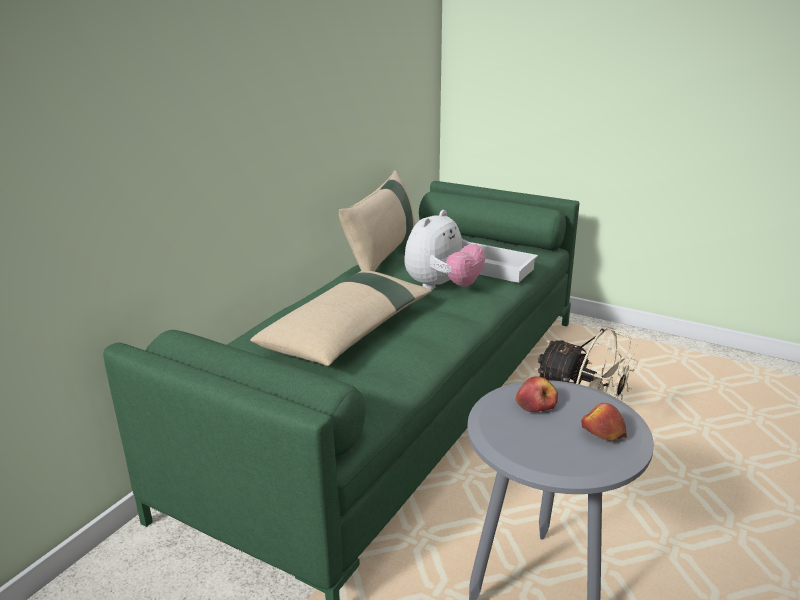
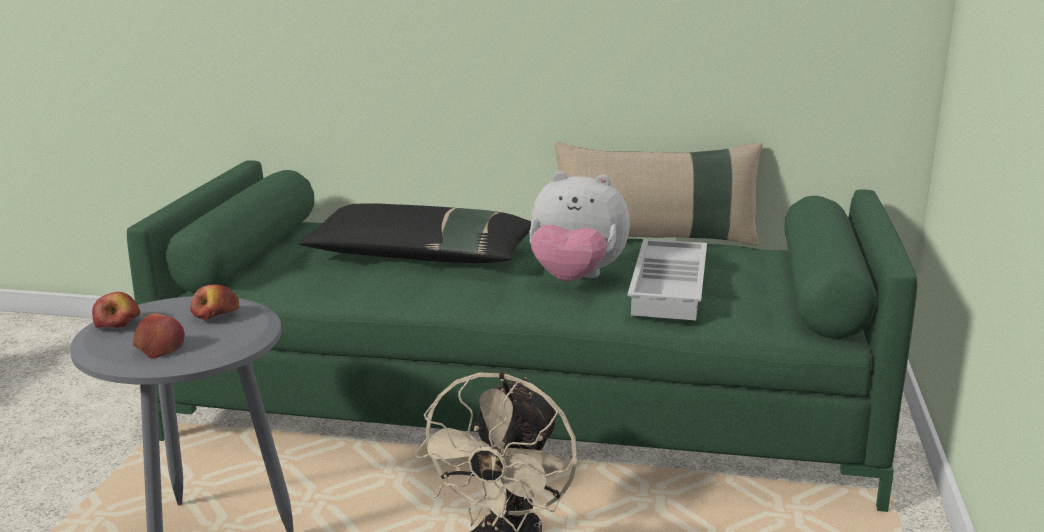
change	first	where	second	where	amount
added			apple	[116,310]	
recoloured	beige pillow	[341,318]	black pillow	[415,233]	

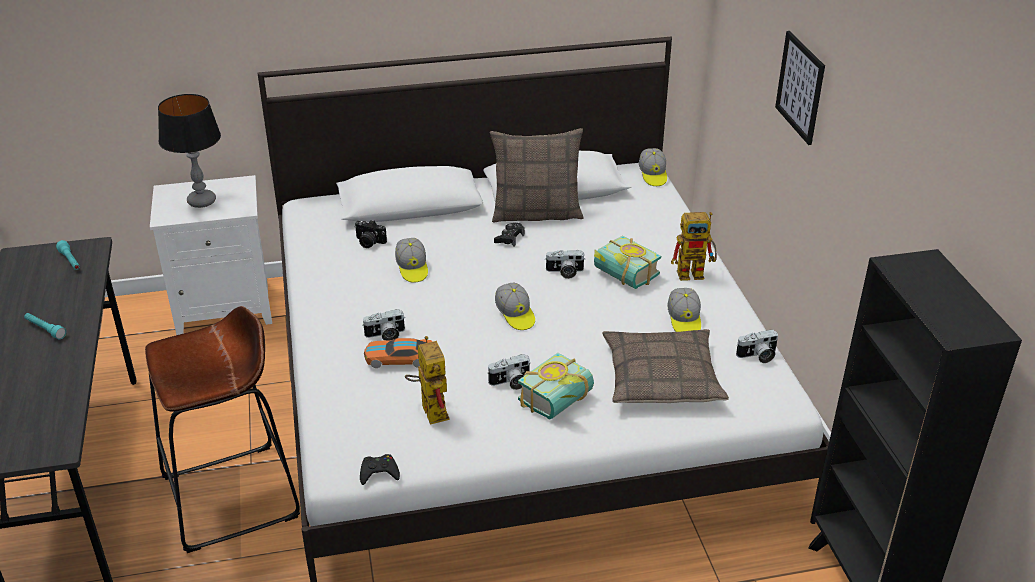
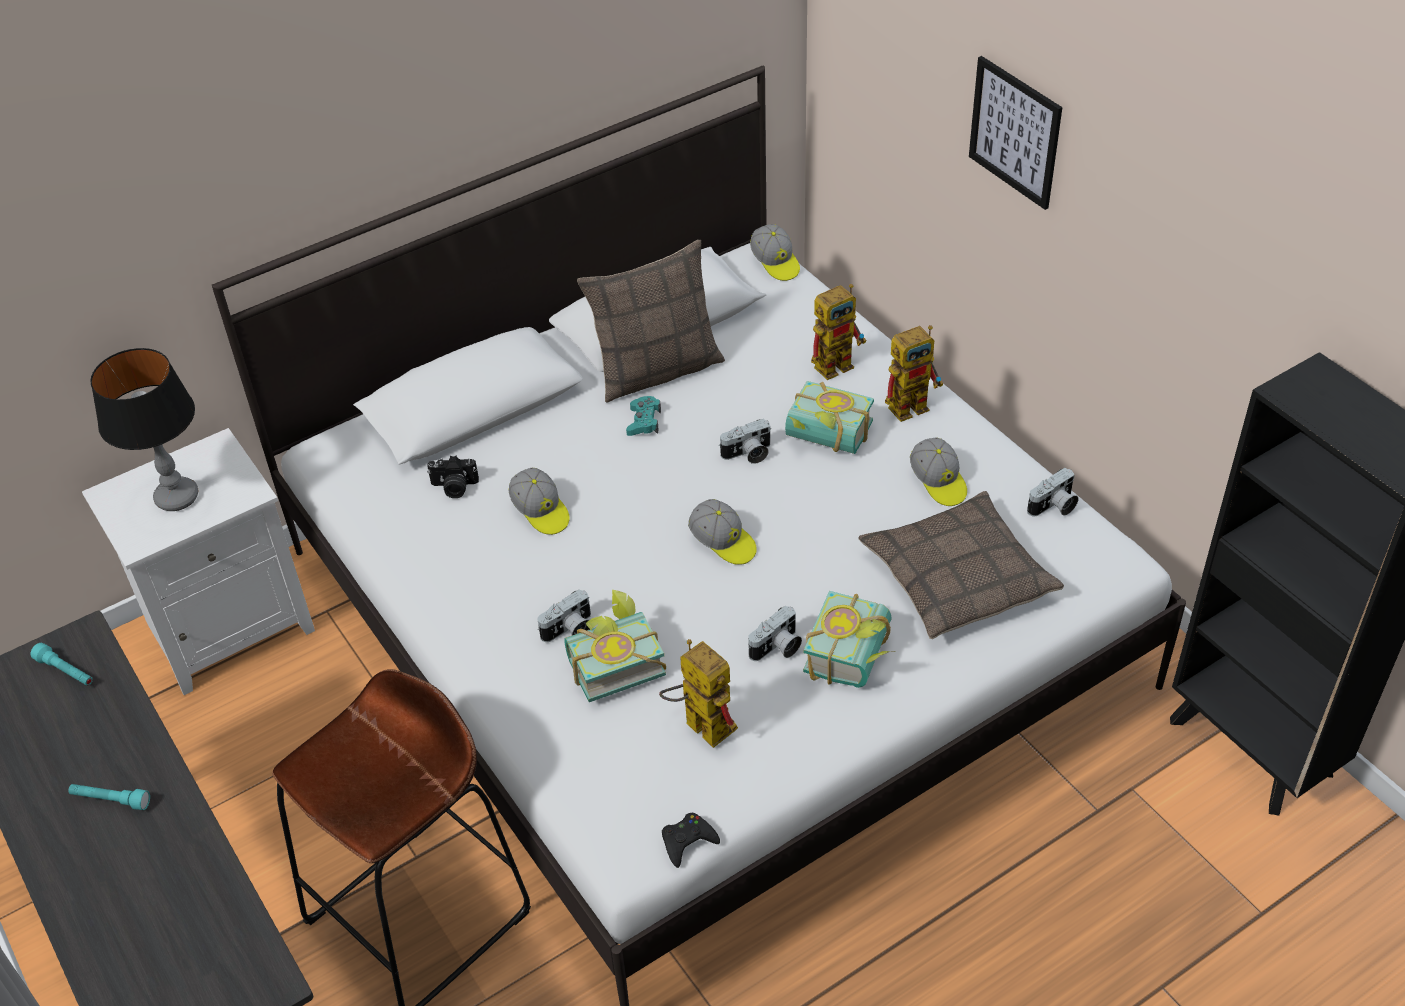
change	first	where	second	where	amount
added			toy robot	[838,332]	
replaced	toy car	[398,353]	book	[615,646]	
recoloured	black game controller	[509,234]	turquoise game controller	[643,416]	

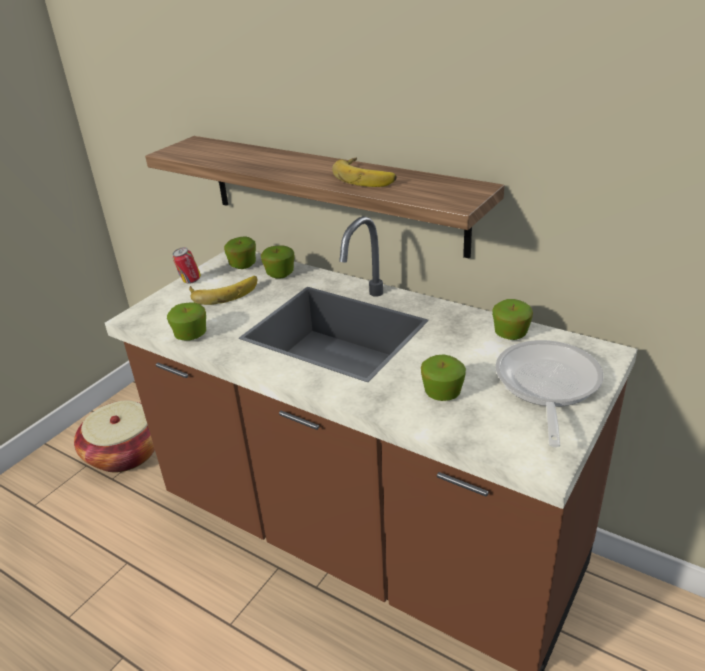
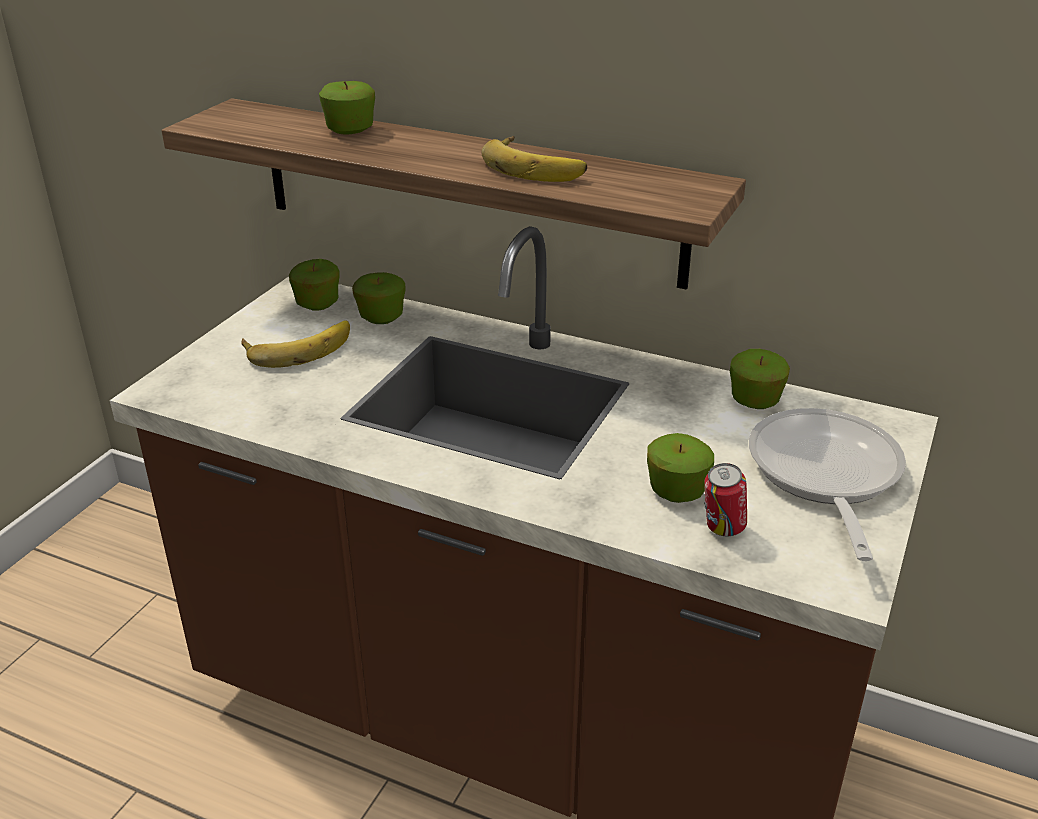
change	first	where	second	where	amount
removed	basket	[114,436]			
moved	apple	[186,321]		[347,108]	
moved	can	[187,265]		[725,499]	

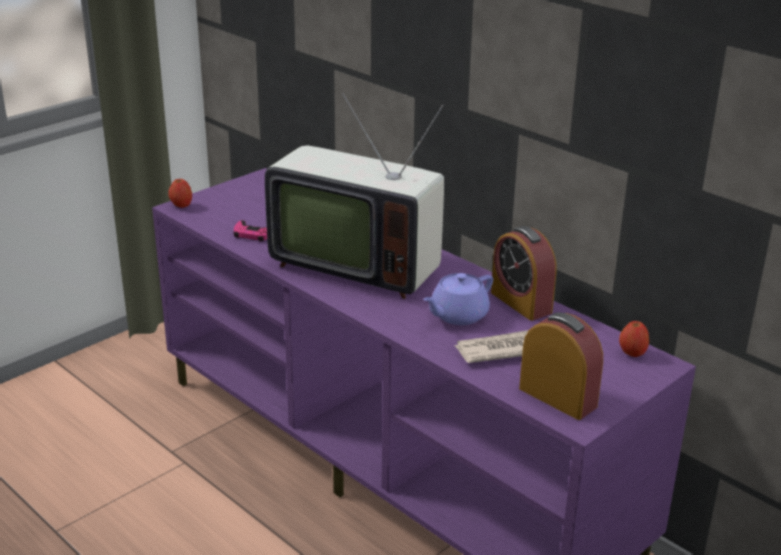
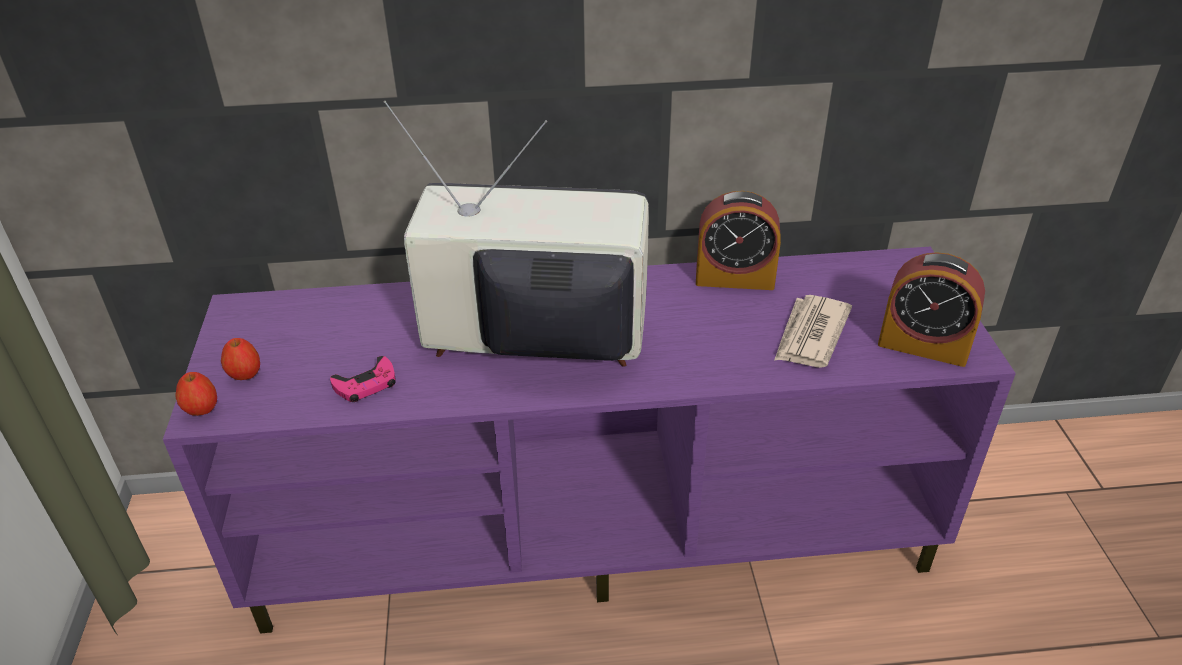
change	first	where	second	where	amount
removed	purple teapot	[458,299]			
moved	apple	[634,339]		[240,359]	
turned	television	[354,196]		[516,234]	150 degrees counterclockwise
turned	alarm clock	[561,366]		[931,309]	150 degrees counterclockwise

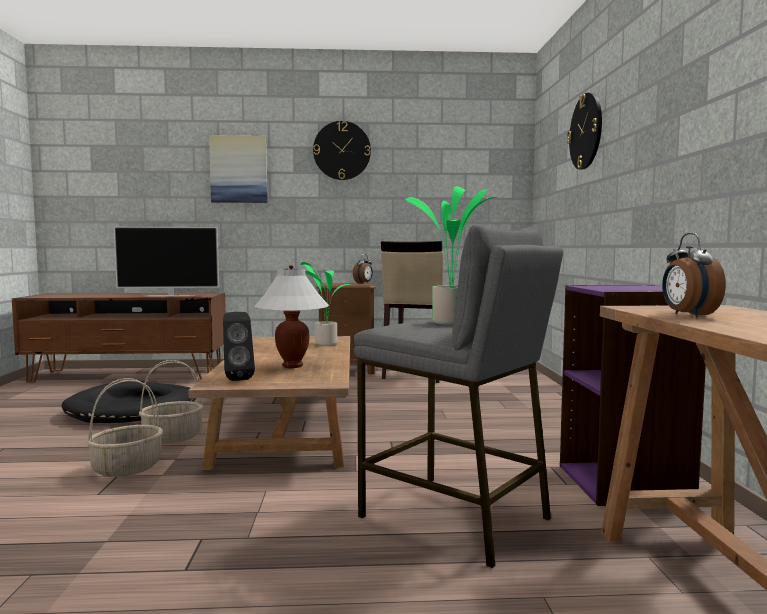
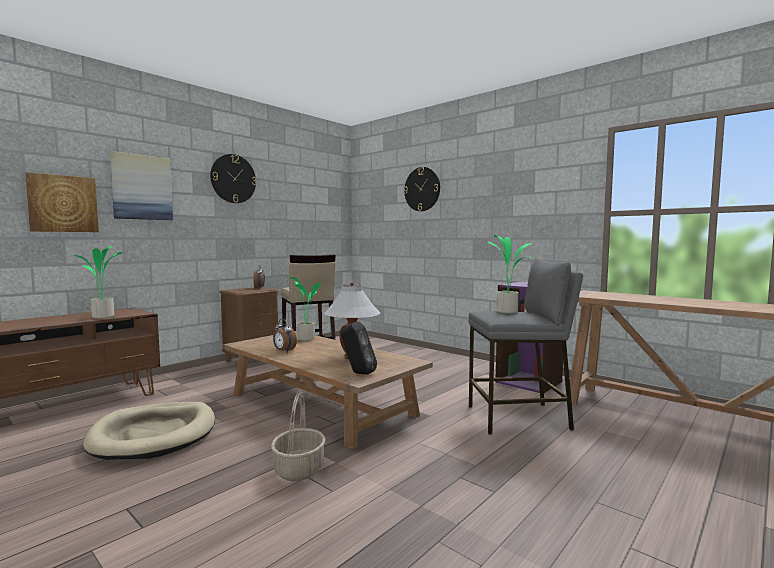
change	first	where	second	where	amount
removed	basket	[171,402]			
added			picture	[62,202]	
moved	alarm clock	[694,275]		[285,336]	
replaced	television	[166,262]	potted plant	[98,282]	
recoloured	black dog bed	[129,402]	beige dog bed	[149,431]	

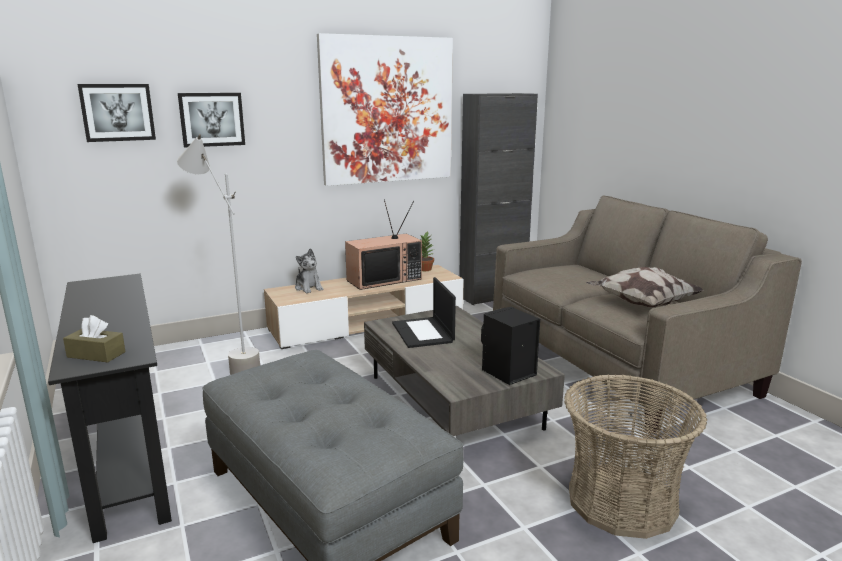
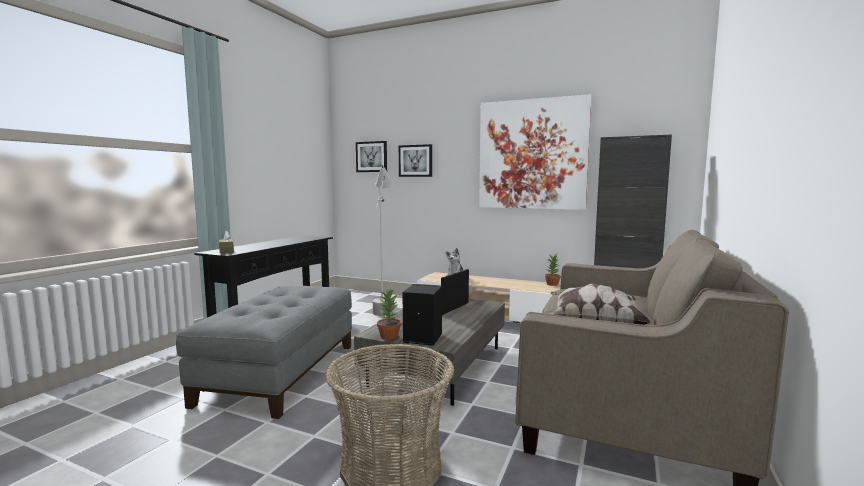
change	first	where	second	where	amount
removed	television	[383,244]			
added			potted plant	[389,313]	

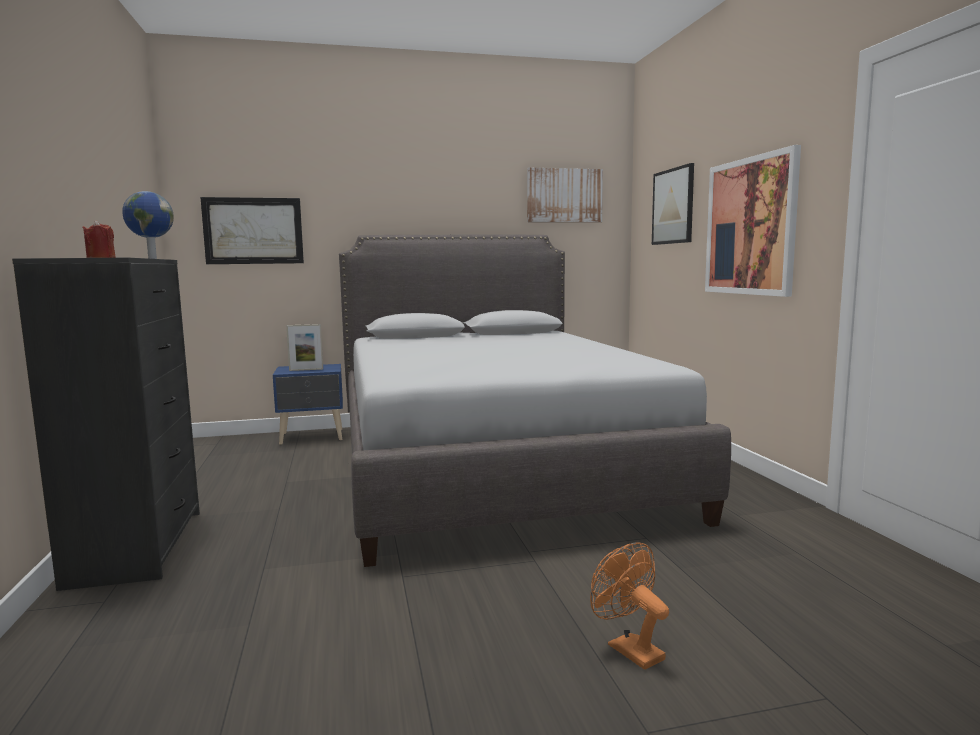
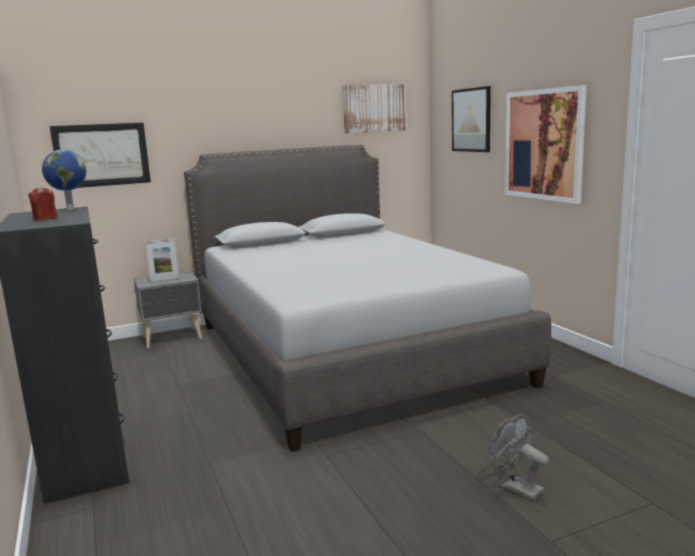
change	first	where	second	where	amount
recoloured	blue nightstand	[308,404]	grey nightstand	[168,310]	
recoloured	orange fan	[629,606]	grey fan	[519,457]	

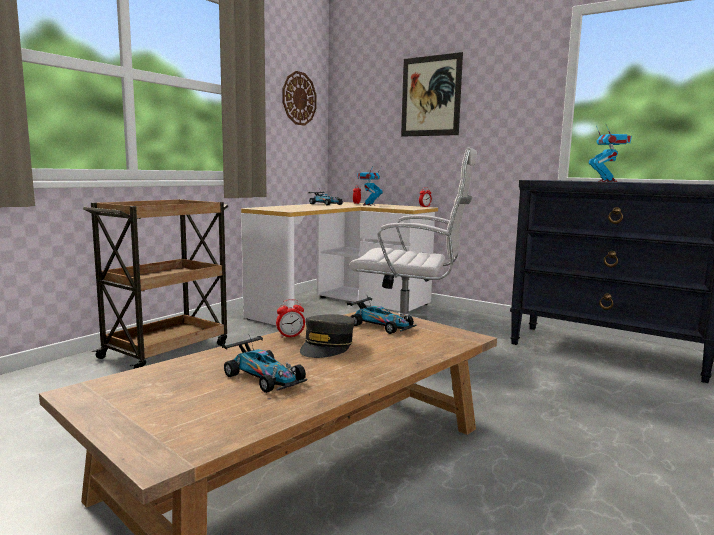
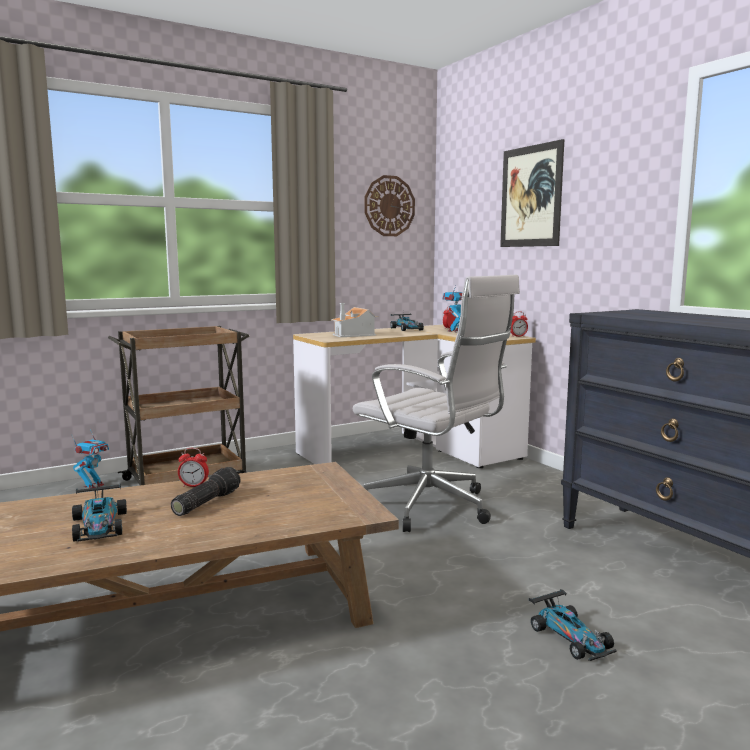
change	first	where	second	where	amount
added			toy house	[355,320]	
moved	toy car	[382,315]		[573,625]	
moved	toy robot	[610,153]		[90,458]	
replaced	grey cap	[327,336]	flashlight	[206,491]	

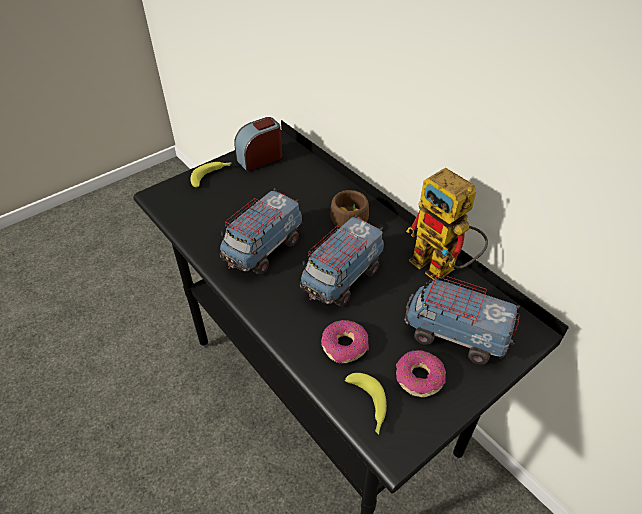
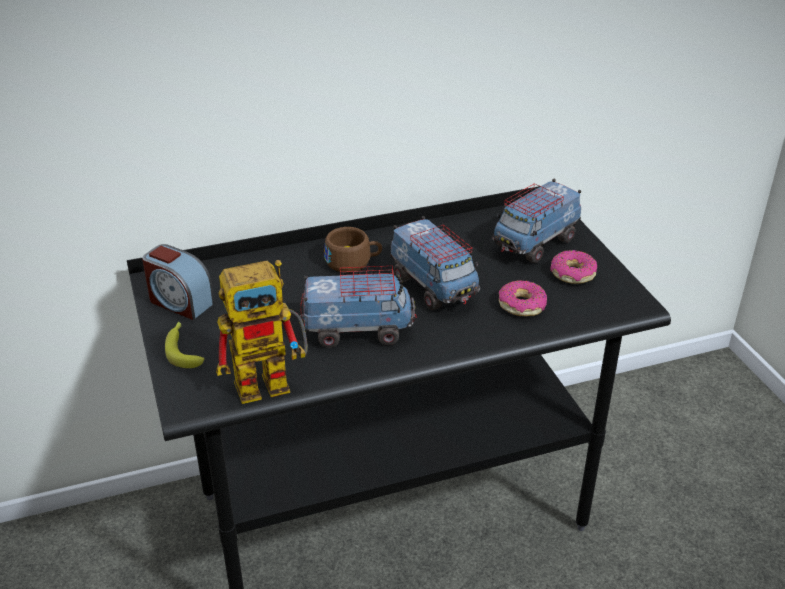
change	first	where	second	where	amount
removed	banana	[366,403]			
moved	toy robot	[447,224]		[262,332]	
turned	toy truck	[261,231]		[357,307]	60 degrees counterclockwise
turned	alarm clock	[258,144]		[178,282]	45 degrees counterclockwise

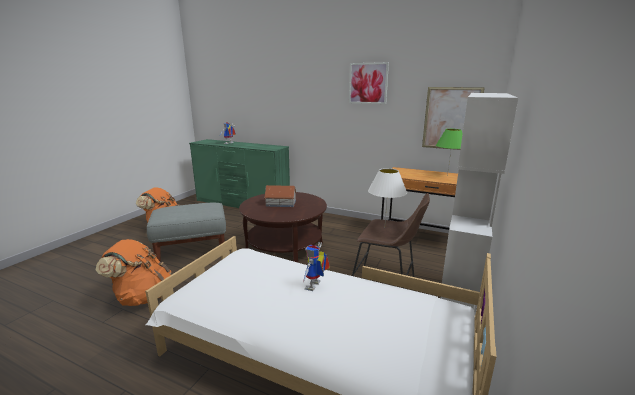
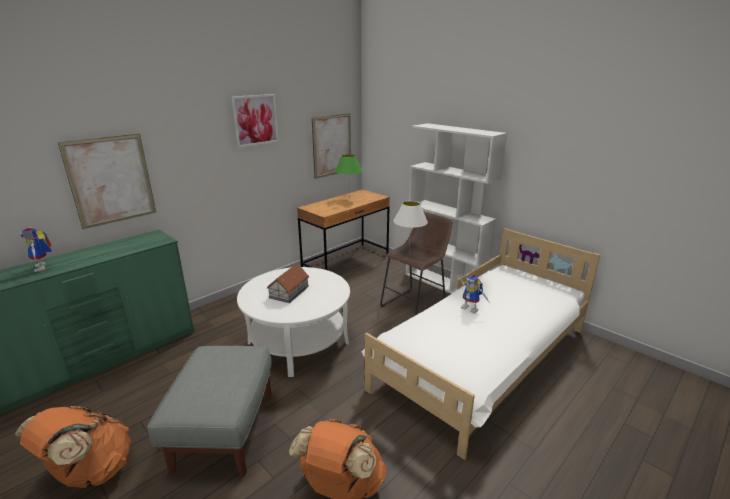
change	first	where	second	where	amount
added			picture	[107,181]	
recoloured	brown coffee table	[283,227]	white coffee table	[293,322]	

